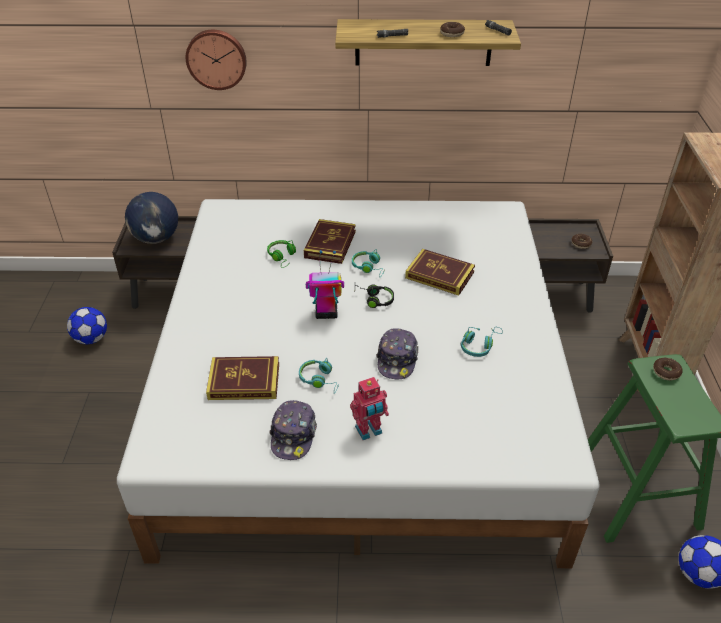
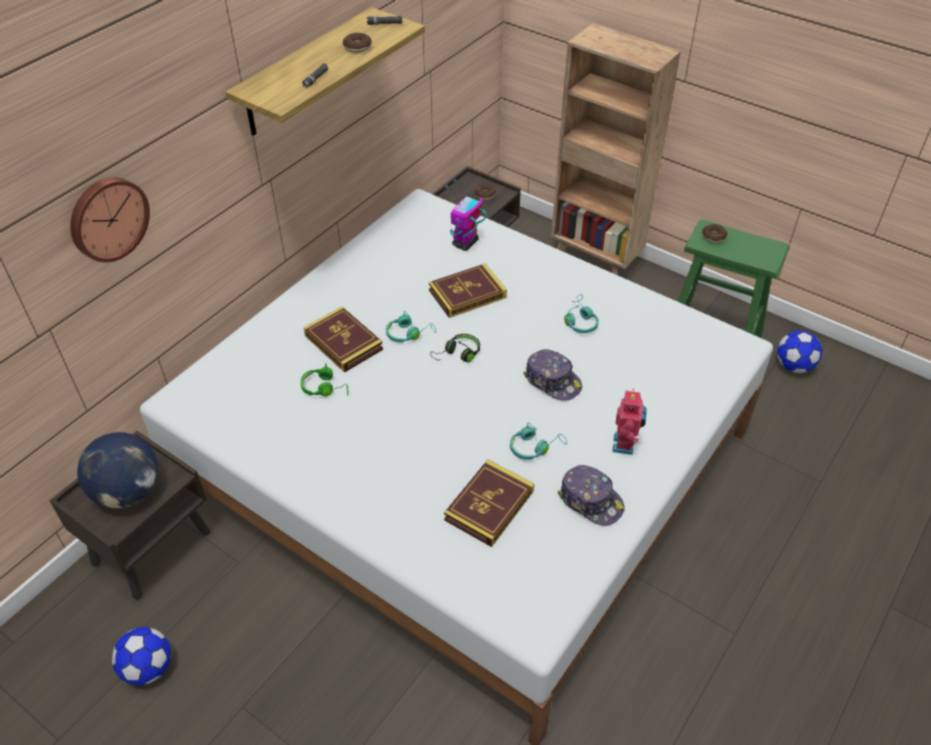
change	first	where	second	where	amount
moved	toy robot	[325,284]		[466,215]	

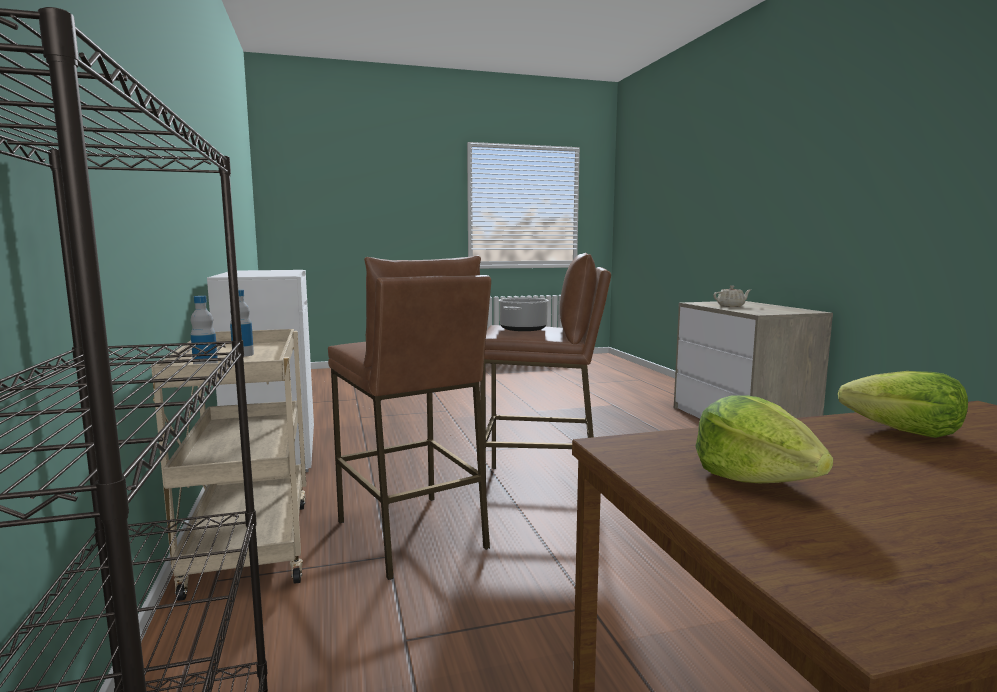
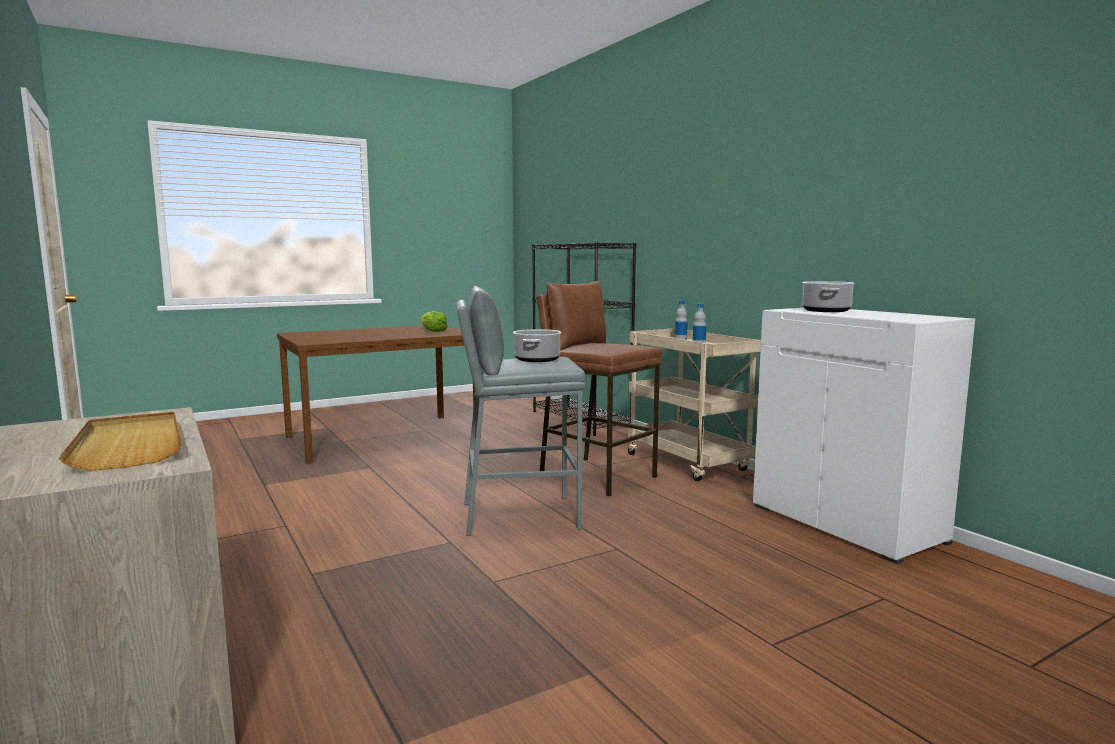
change	first	where	second	where	amount
removed	lettuce	[903,404]			
added			cooking pot	[828,296]	
replaced	beige teapot	[732,296]	beige tray	[120,441]	
recoloured	brown stool	[545,367]	grey stool	[520,411]	

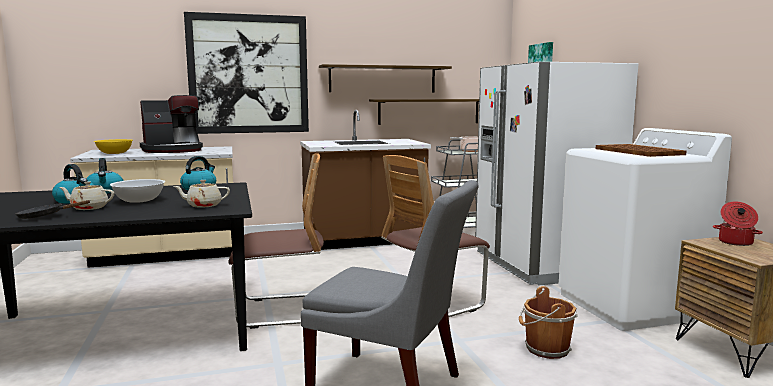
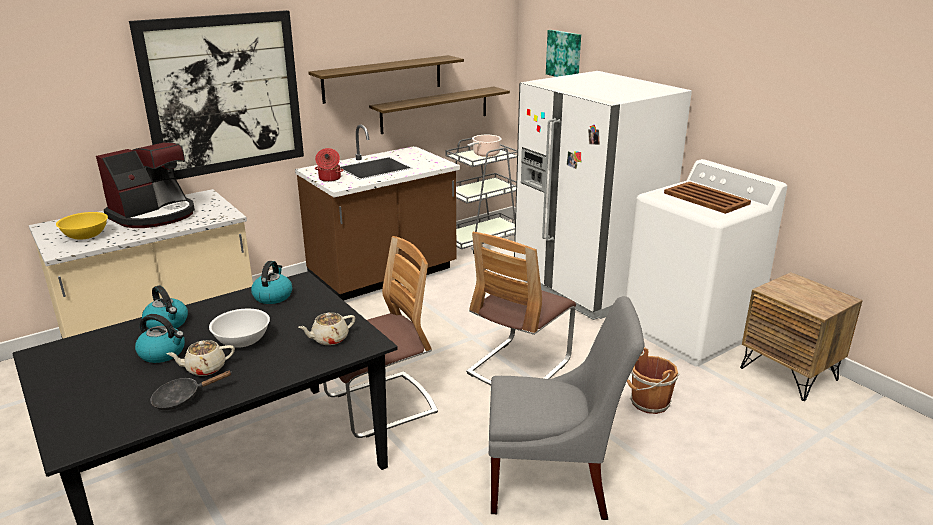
change	first	where	second	where	amount
moved	cooking pot	[738,223]		[329,165]	

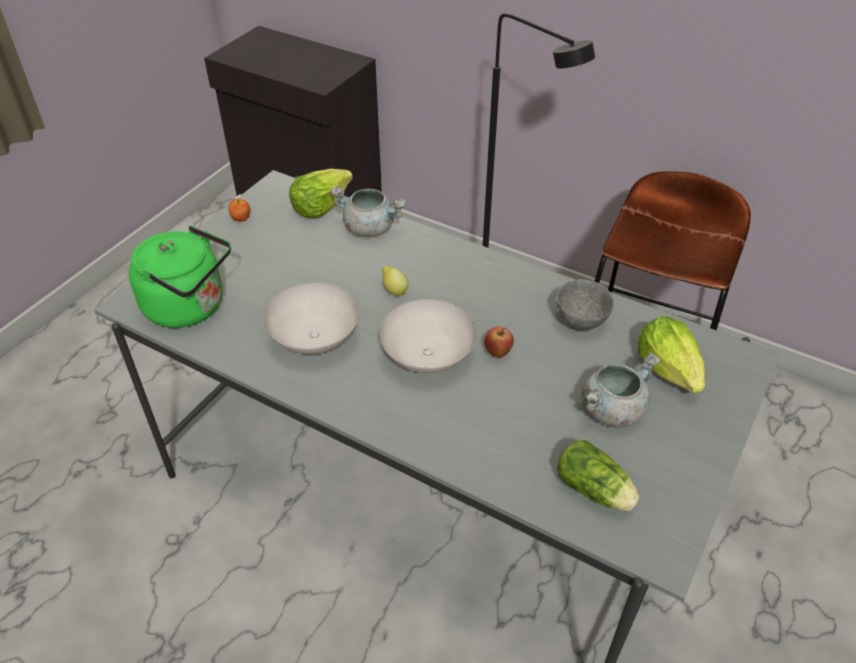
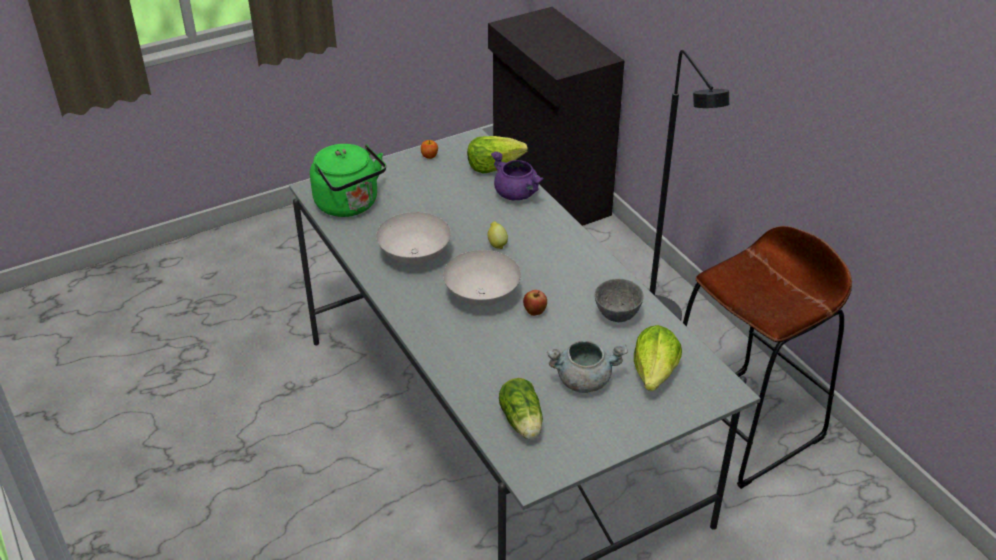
change	first	where	second	where	amount
recoloured	grey cooking pot	[368,212]	purple cooking pot	[517,175]	

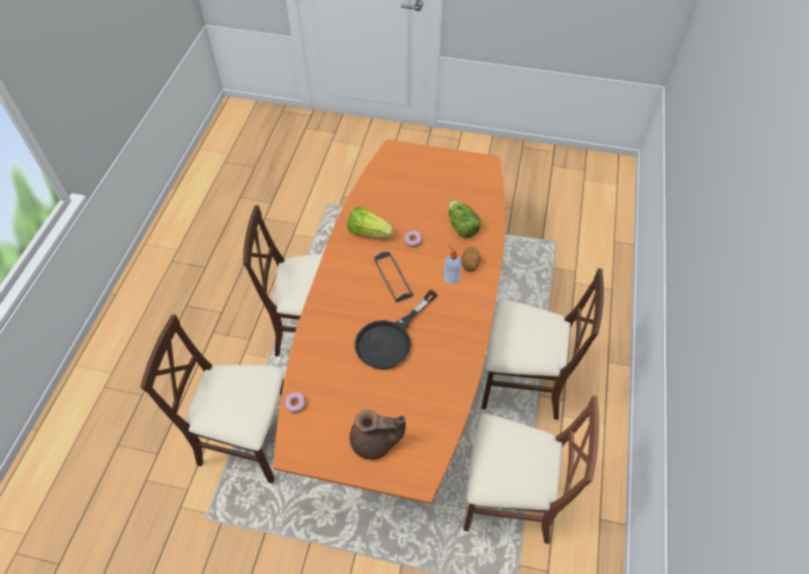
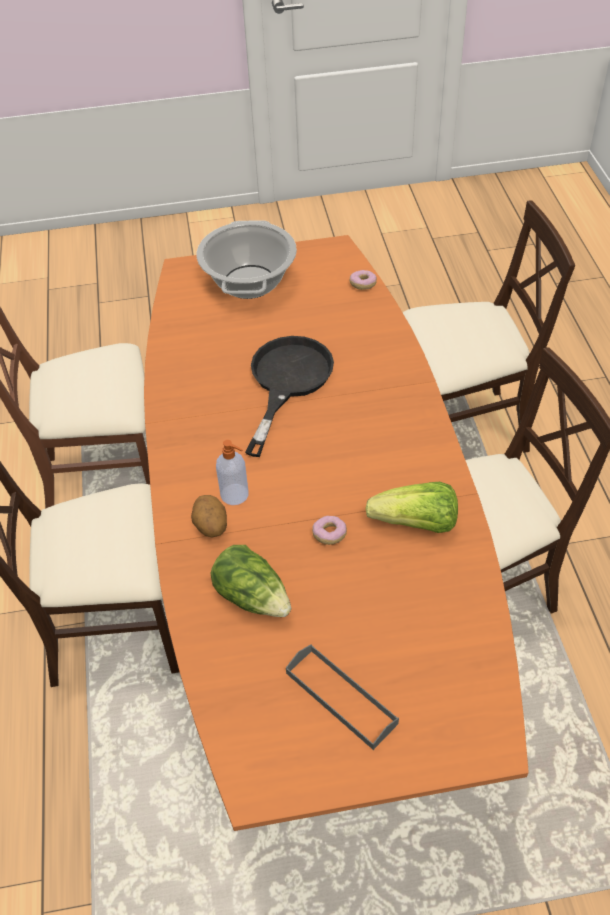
change	first	where	second	where	amount
moved	grey tray	[393,277]		[342,697]	
replaced	brown teapot	[378,435]	cooking pot	[247,259]	

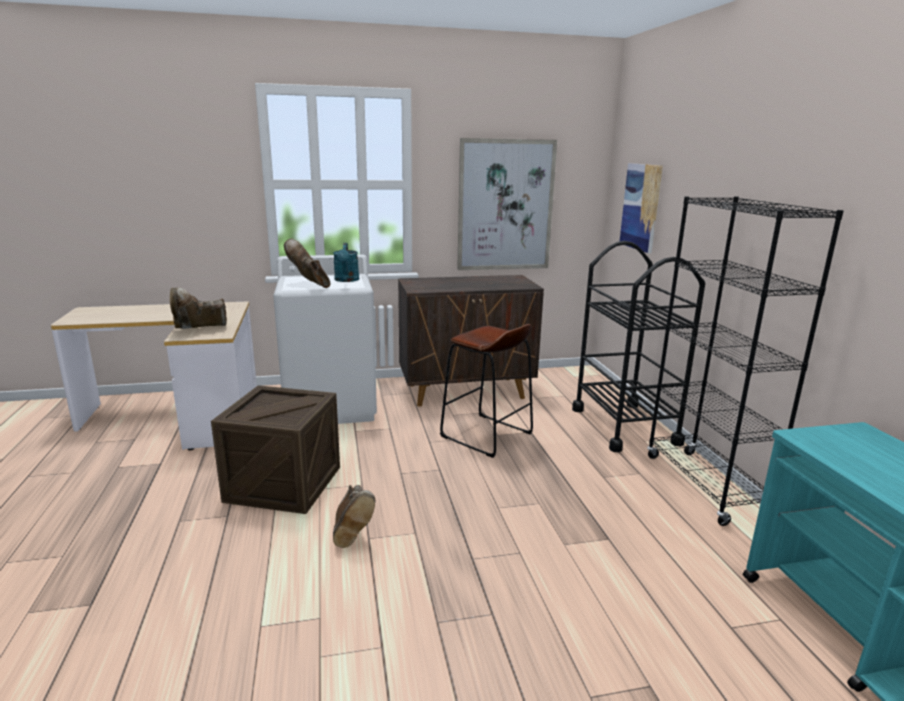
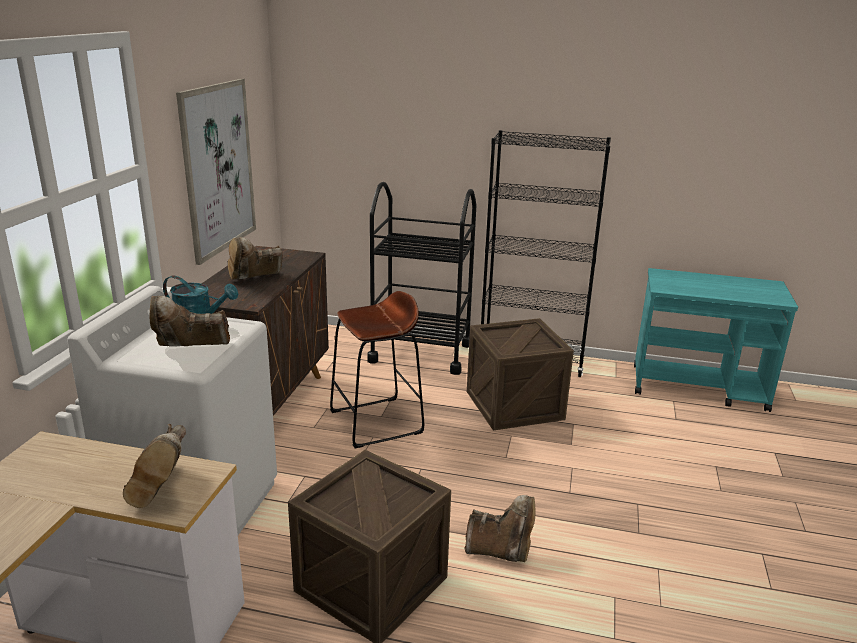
change	first	where	second	where	amount
removed	picture	[641,208]			
added			brown boot	[255,258]	
added			crate	[520,374]	

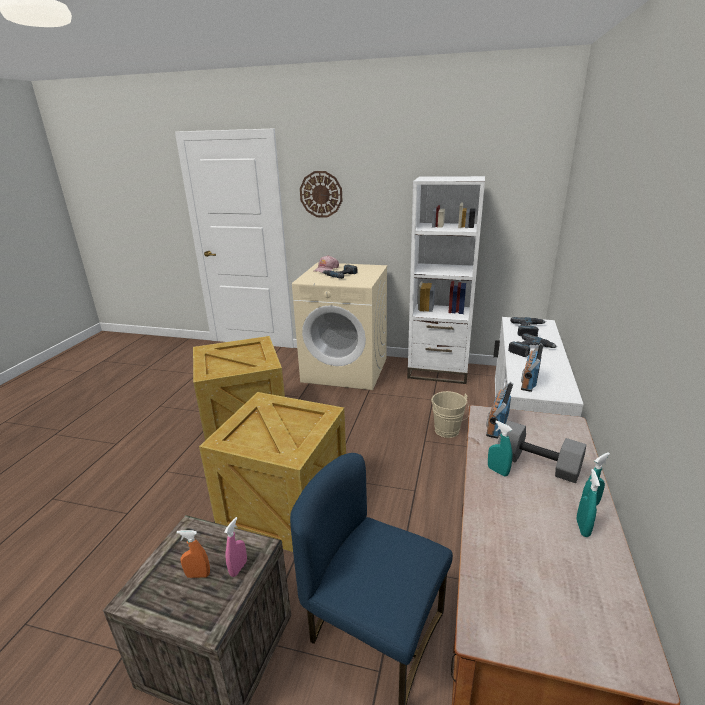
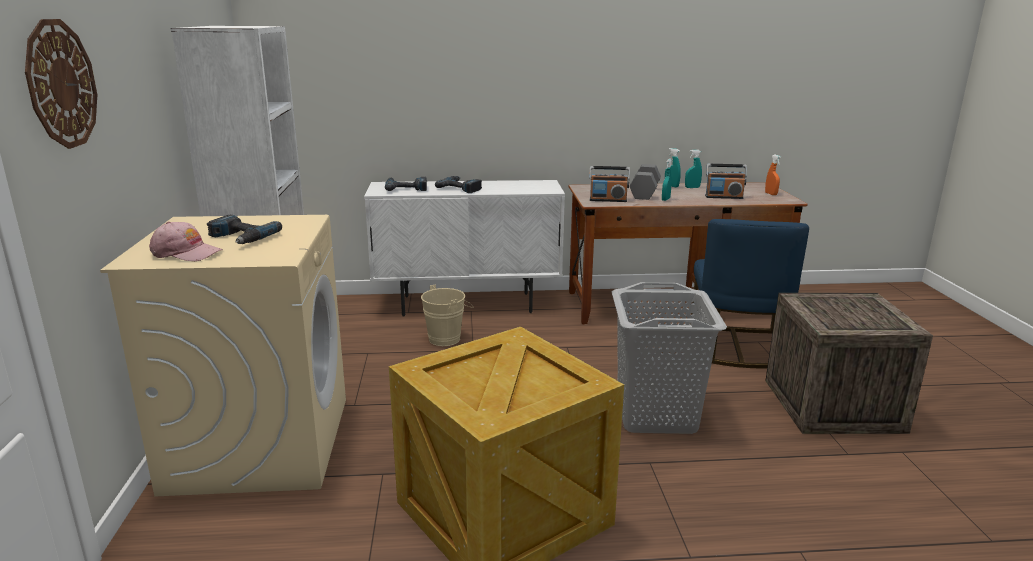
change	first	where	second	where	amount
removed	pink spray bottle	[235,547]			
moved	orange spray bottle	[193,554]		[773,175]	
moved	radio	[532,367]		[726,181]	
replaced	crate	[272,472]	grey laundry basket	[669,358]	

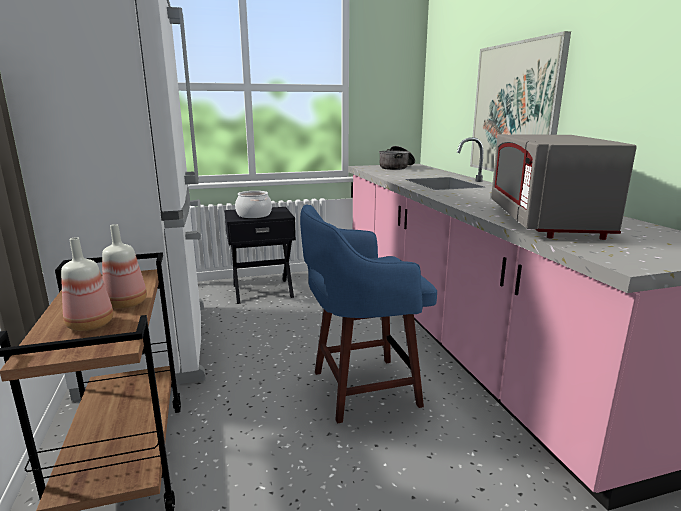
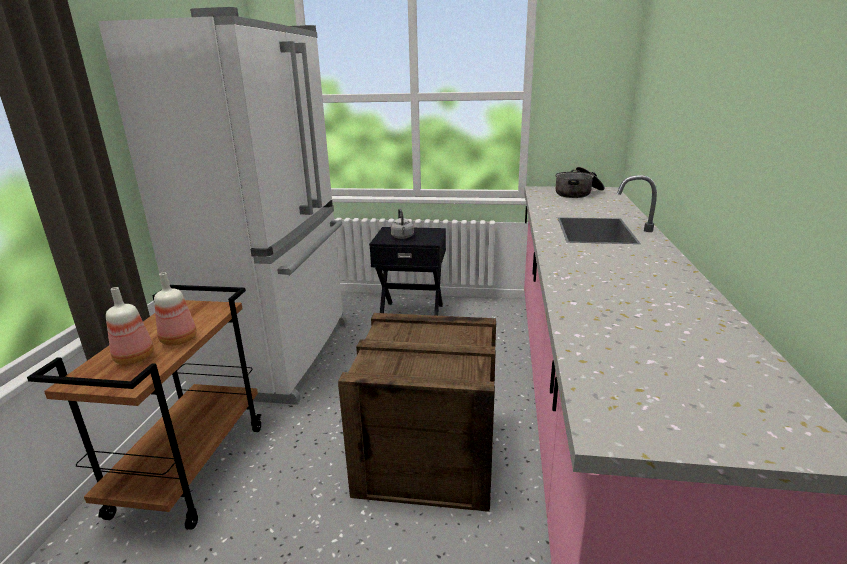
change	first	where	second	where	amount
removed	picture	[520,101]			
removed	grey microwave	[564,187]			
replaced	cooking pot	[253,204]	grey kettle	[402,224]	
replaced	blue stool	[368,314]	crate	[417,412]	

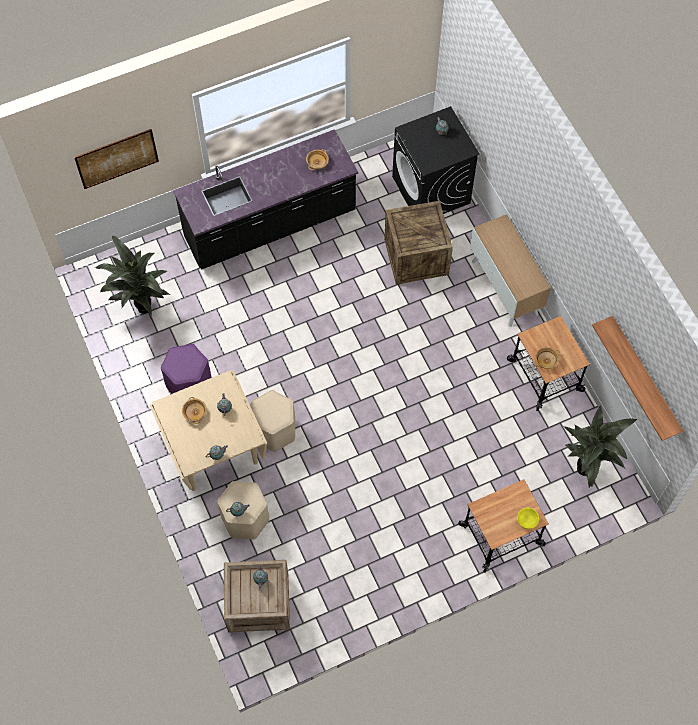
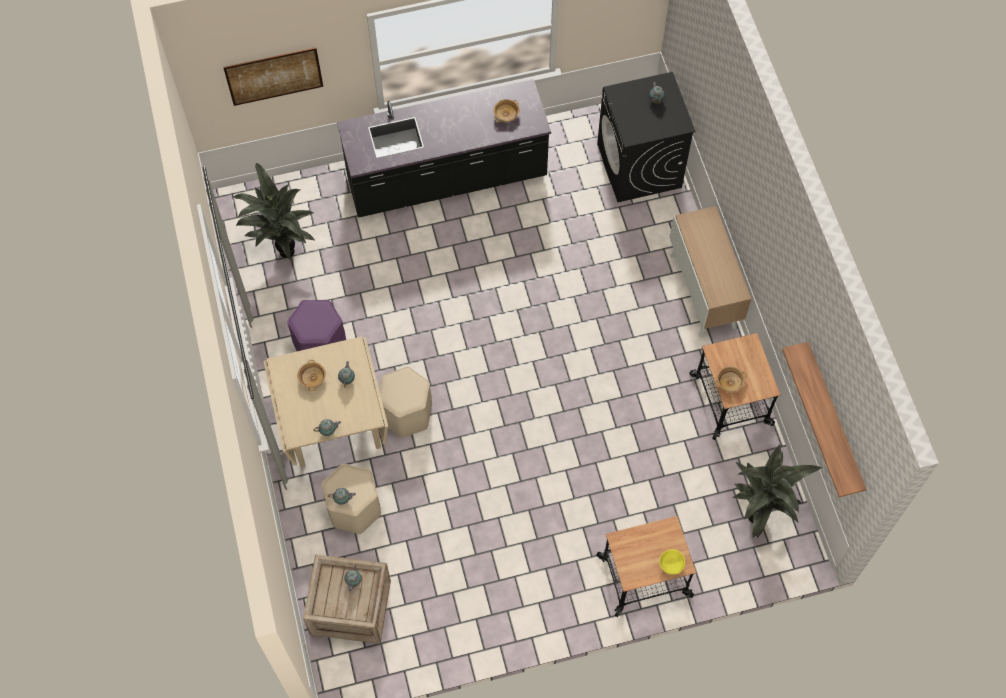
change	first	where	second	where	amount
removed	crate	[418,242]			

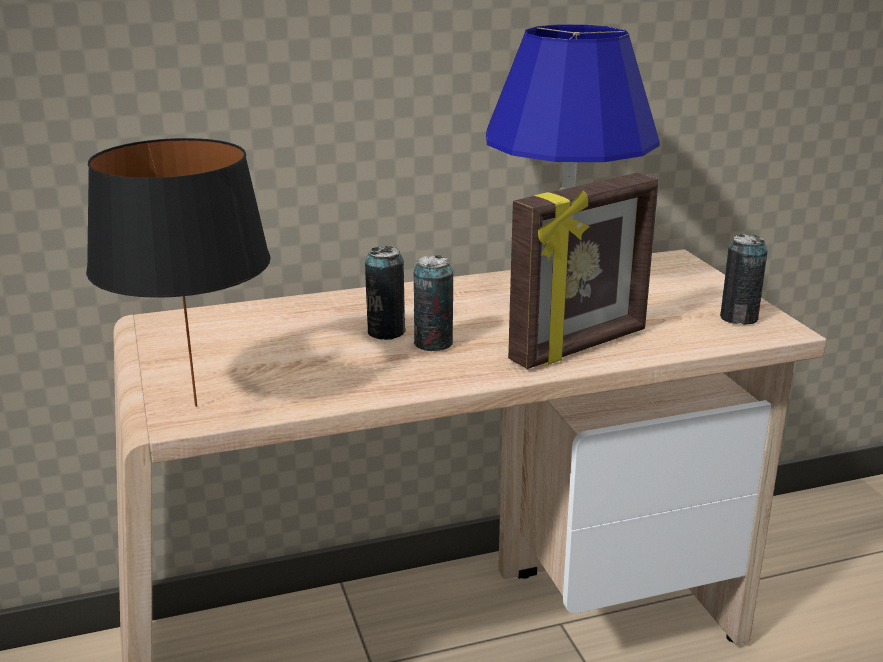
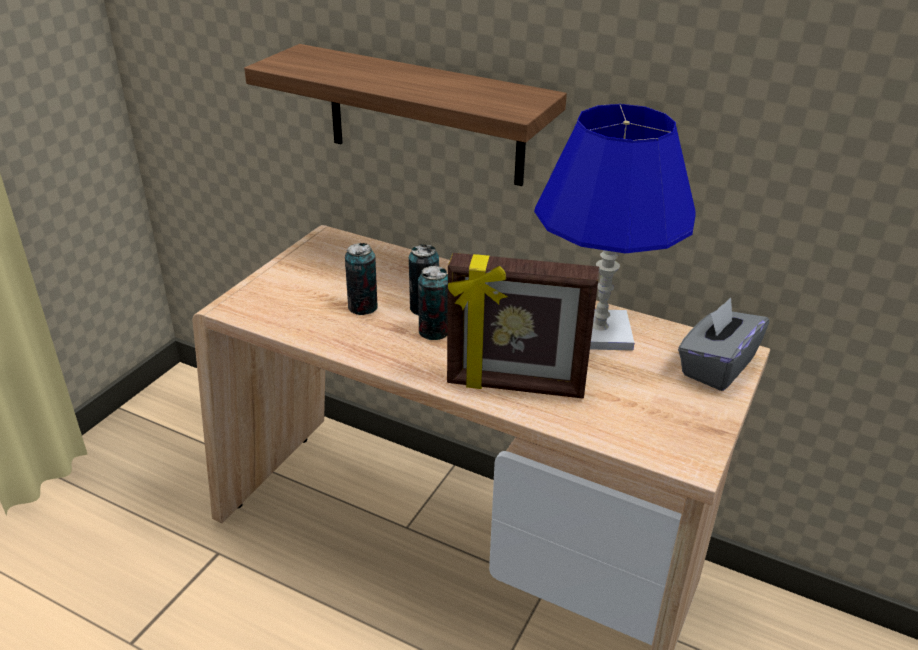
change	first	where	second	where	amount
removed	black table lamp	[178,272]			
added			shelf	[405,115]	
added			grey tissue box	[723,344]	
moved	can	[744,279]		[361,279]	

